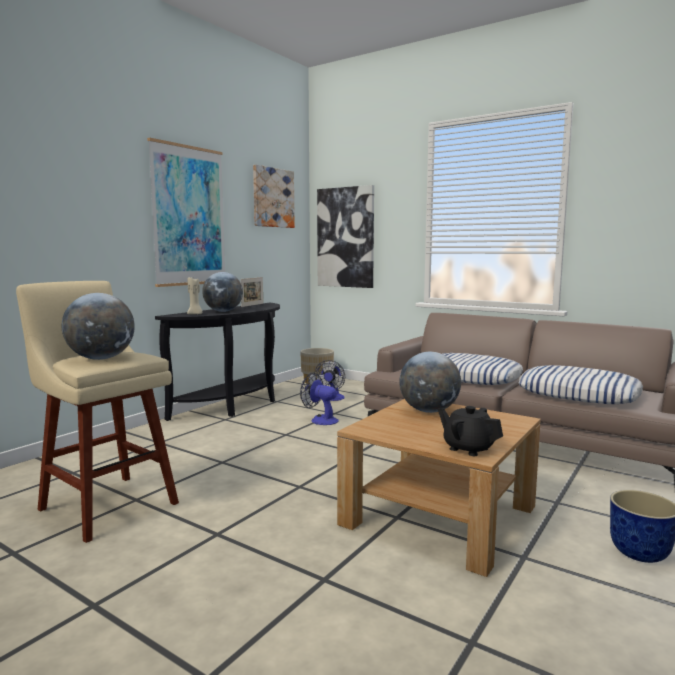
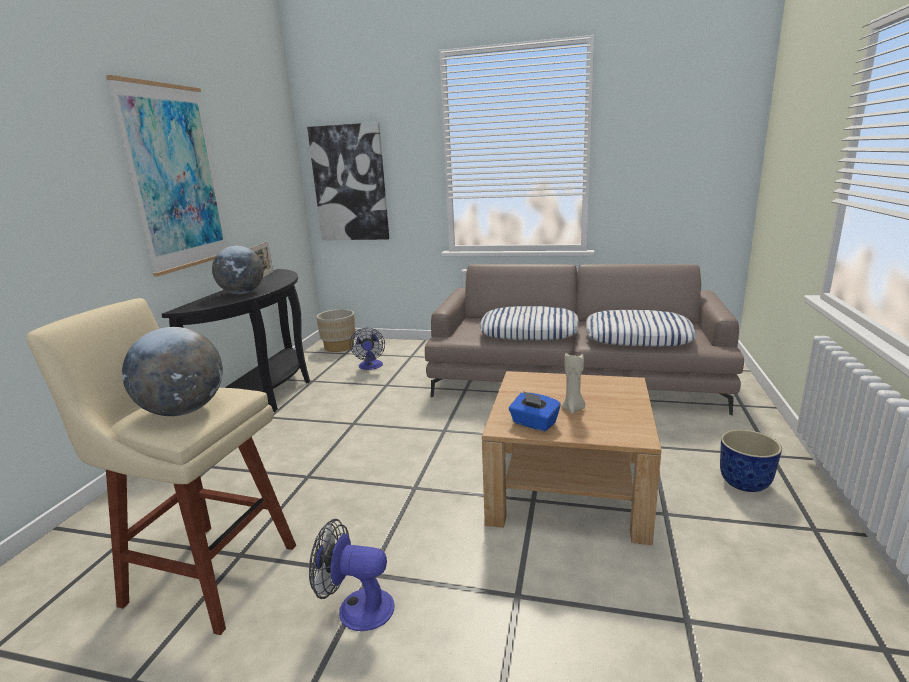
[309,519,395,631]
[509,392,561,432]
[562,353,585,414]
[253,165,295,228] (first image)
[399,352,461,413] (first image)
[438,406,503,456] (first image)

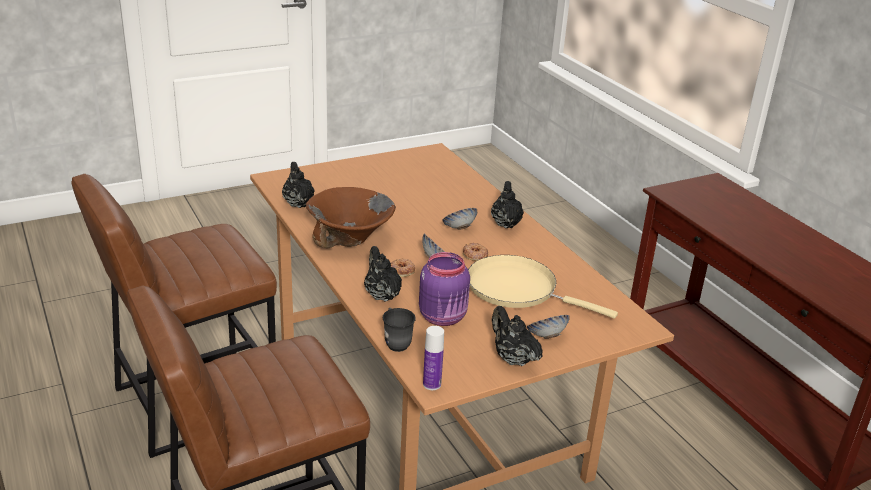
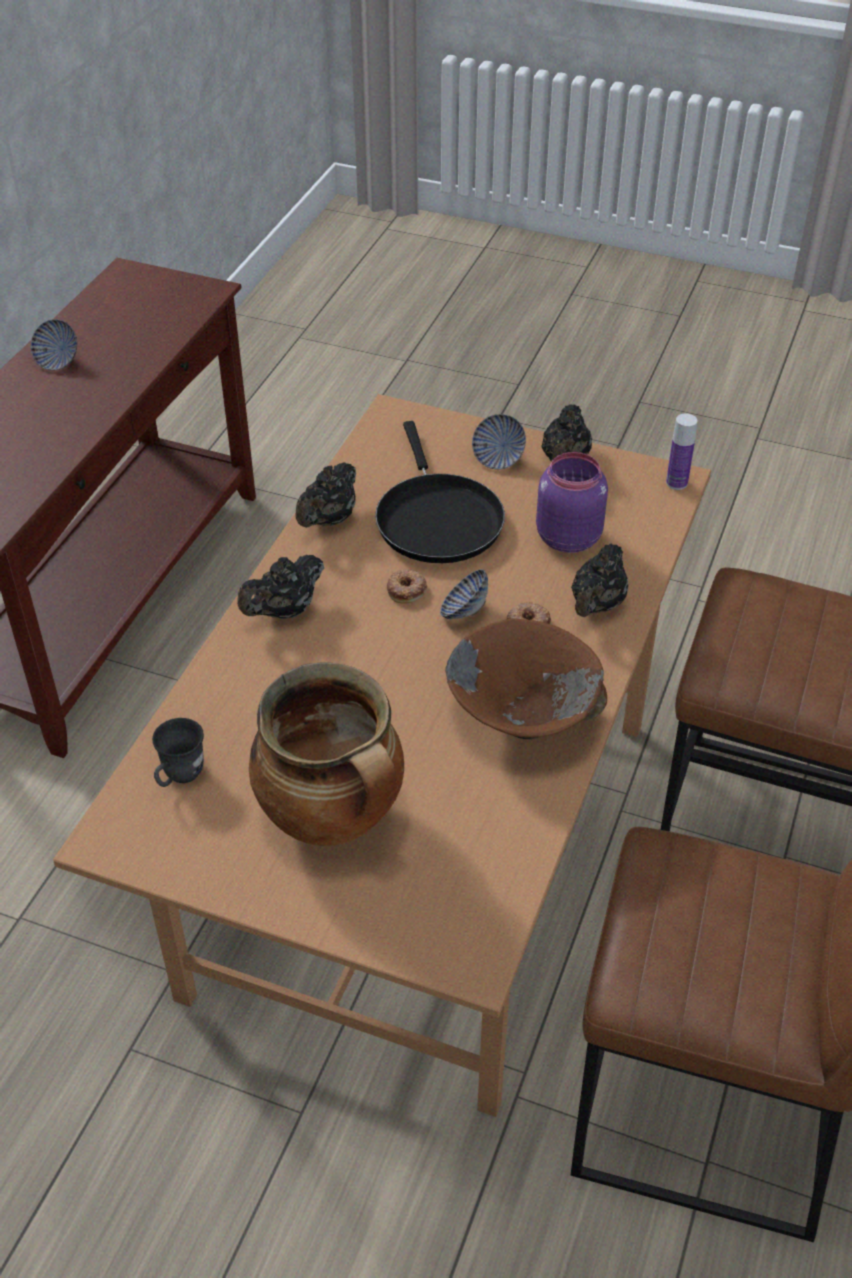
[31,319,77,371]
[152,718,204,787]
[249,663,404,846]
[296,463,356,528]
[375,421,505,563]

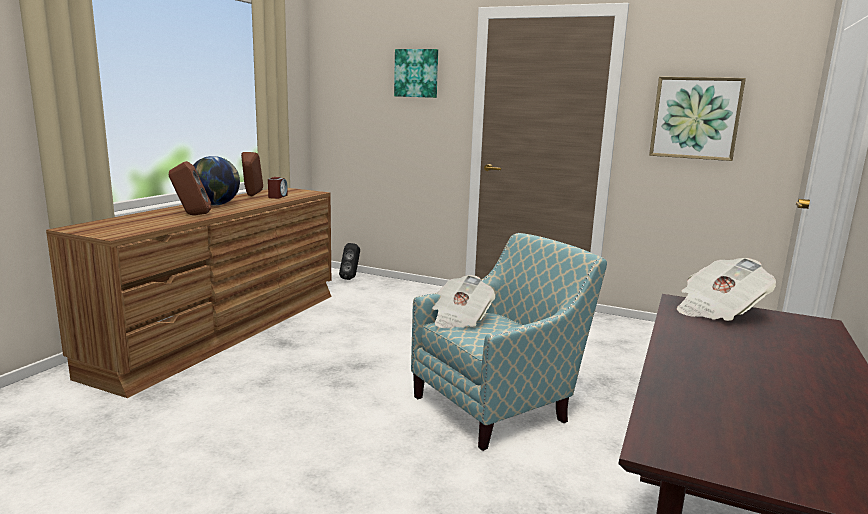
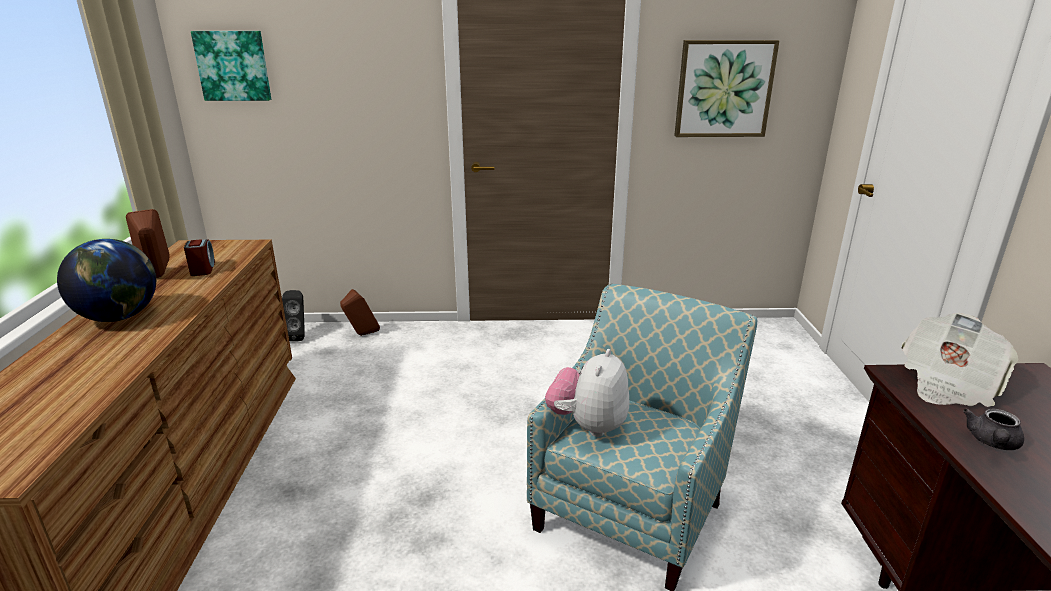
[191,31,271,101]
[340,289,380,336]
[545,349,629,437]
[963,409,1024,450]

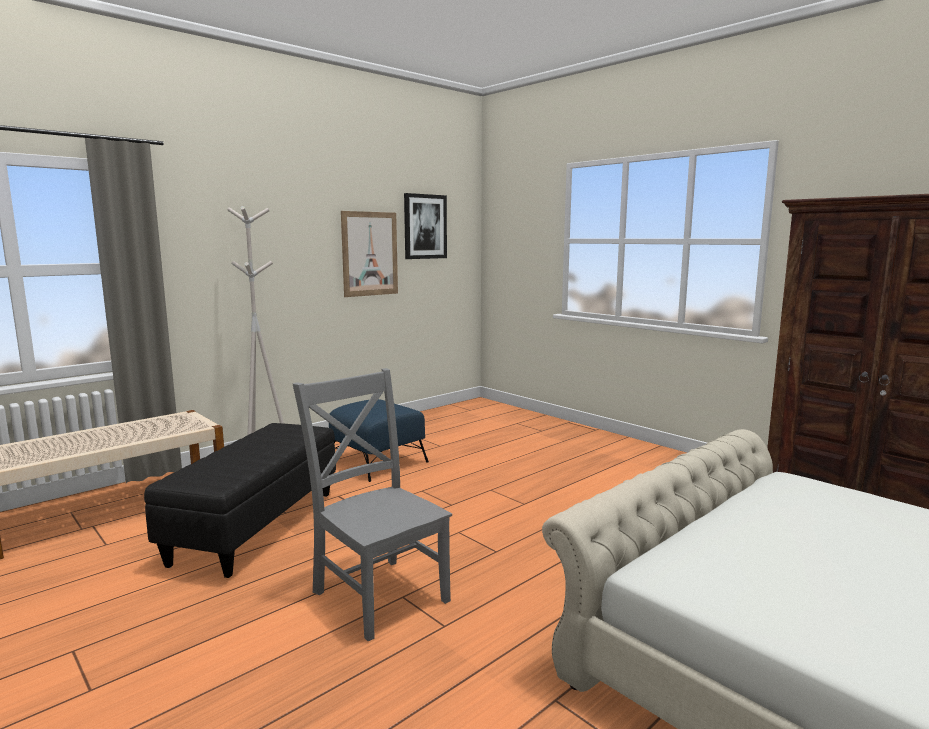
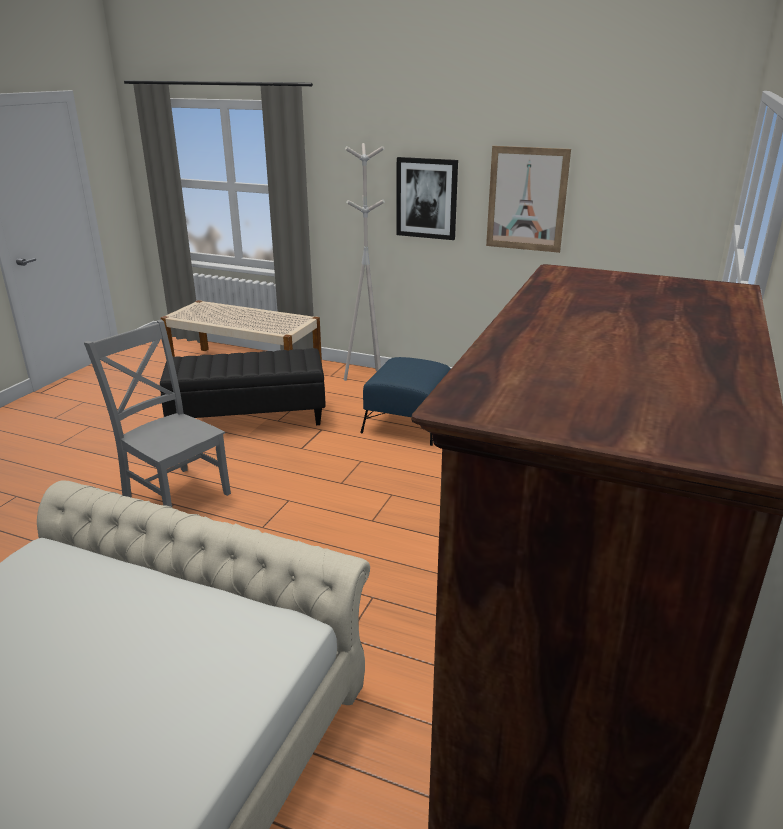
[84,319,231,507]
[396,157,458,240]

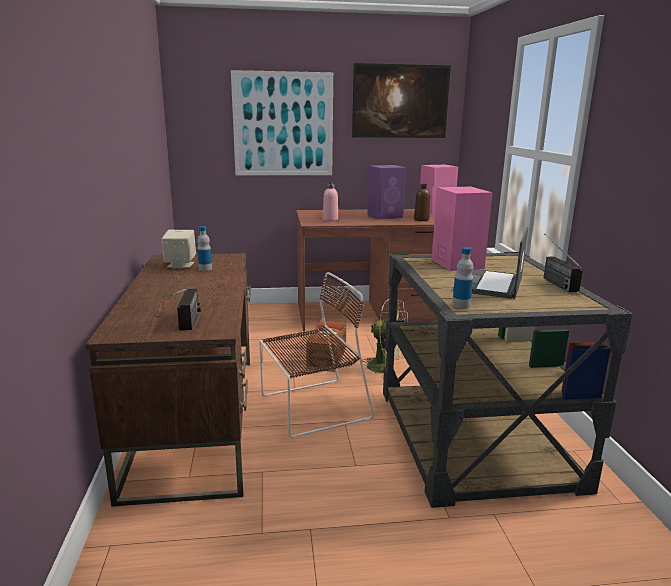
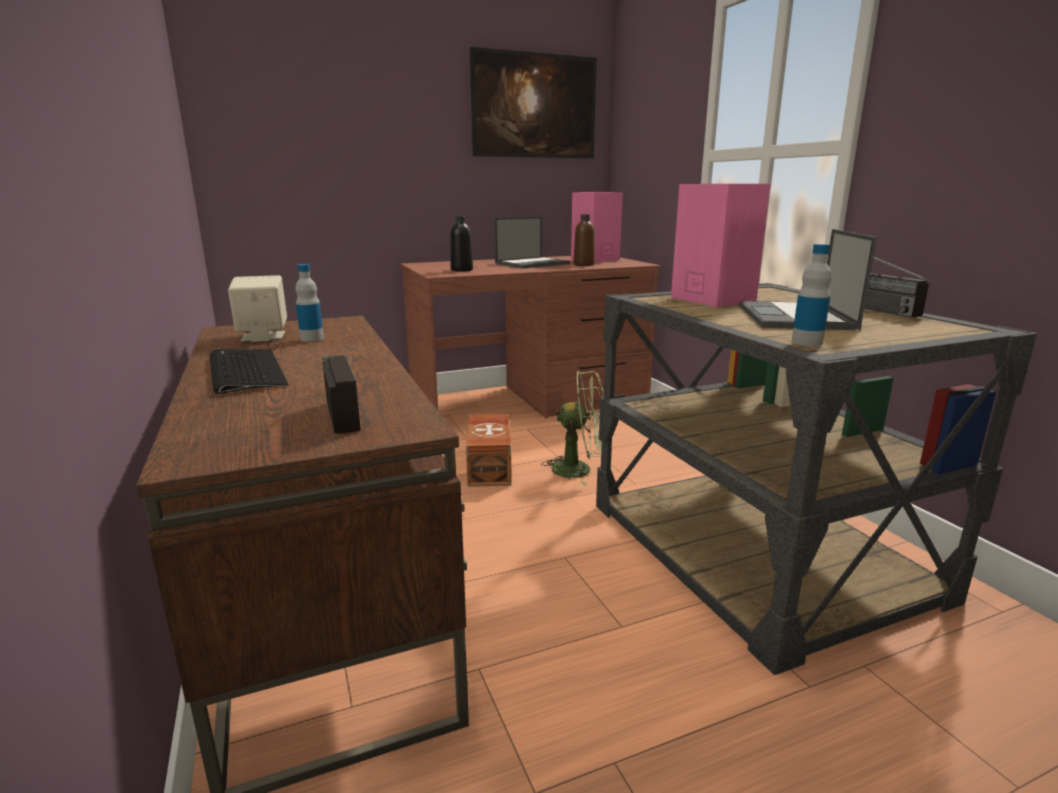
[210,349,288,394]
[450,216,473,271]
[494,216,570,269]
[231,70,333,175] (first image)
[259,272,373,438] (first image)

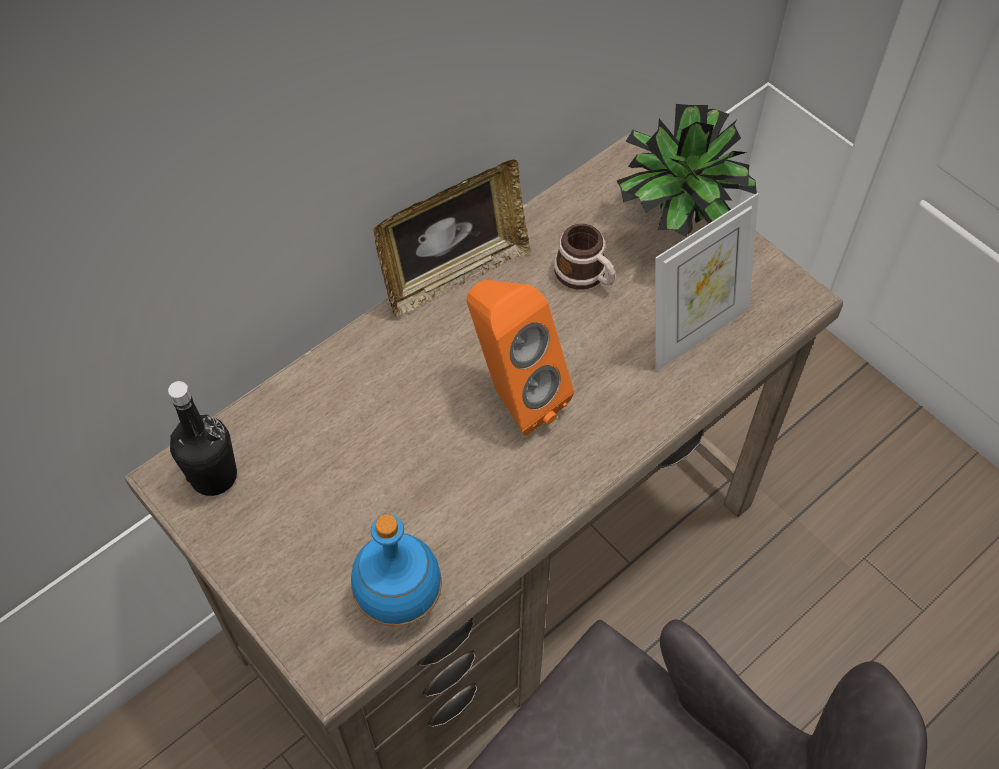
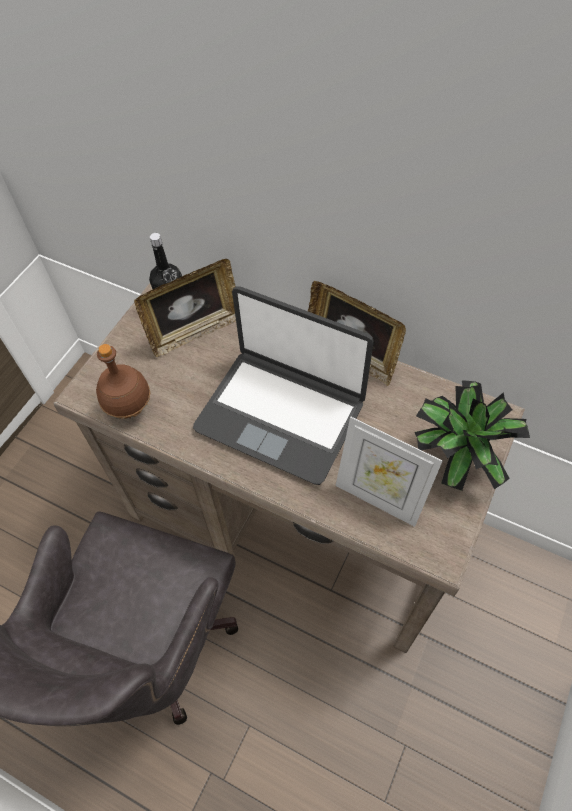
[96,344,151,419]
[134,259,236,357]
[193,286,373,485]
[554,224,615,290] (first image)

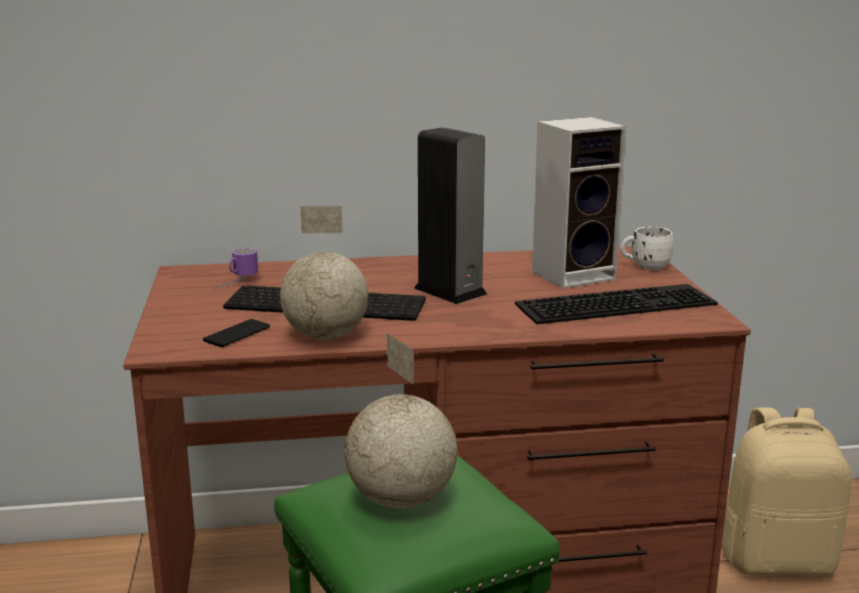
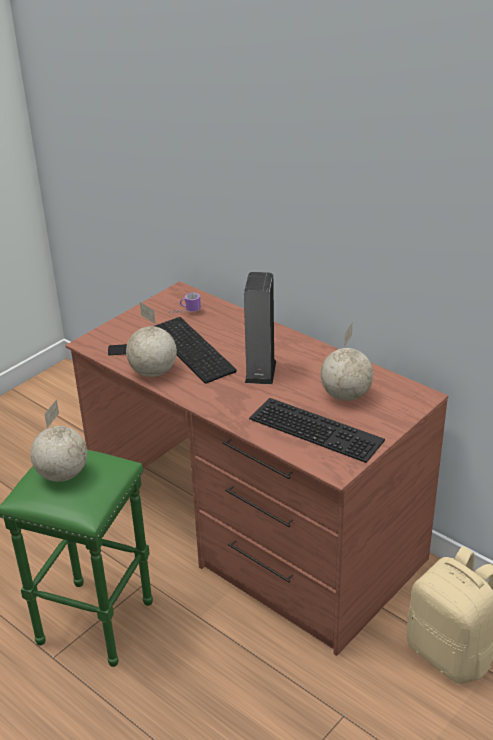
[320,322,373,401]
[620,227,674,270] (first image)

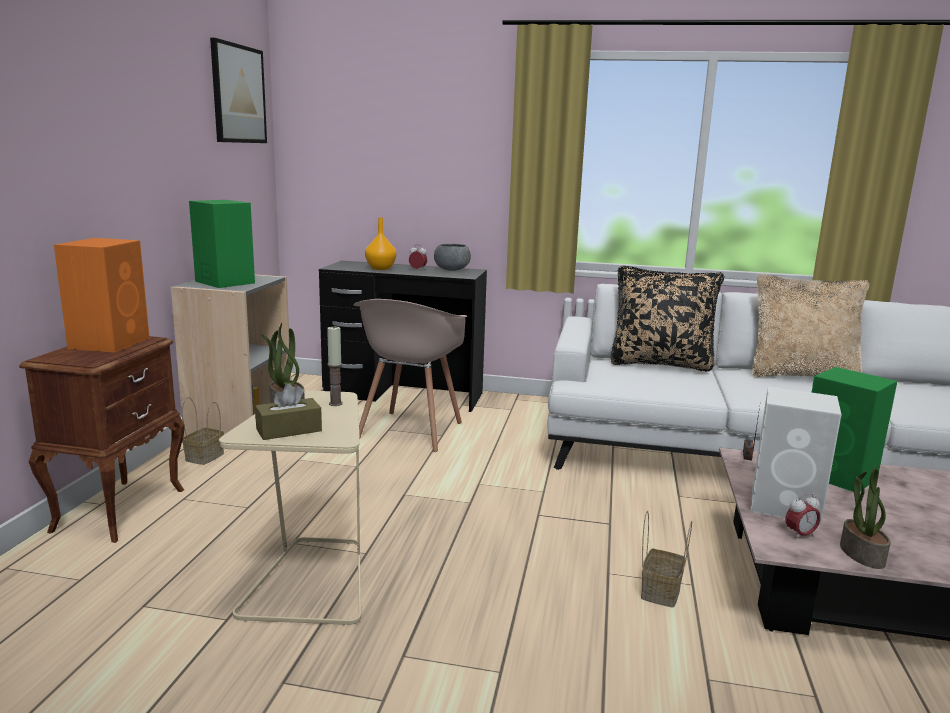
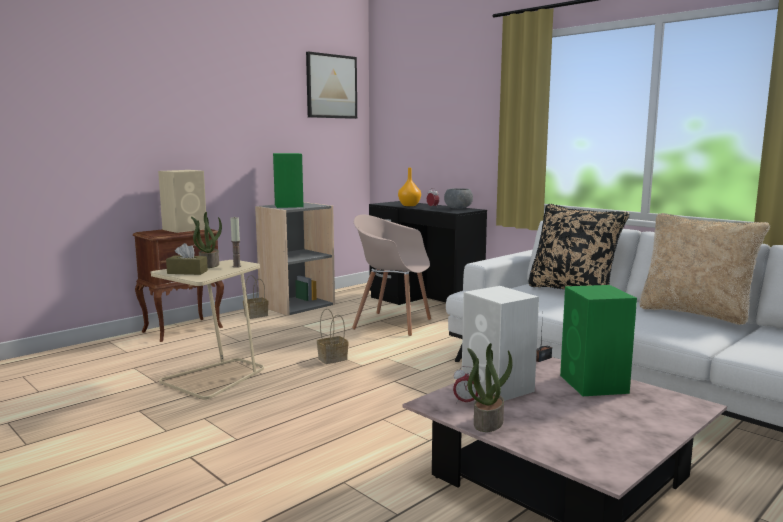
[158,170,206,233]
[317,309,349,364]
[352,215,431,336]

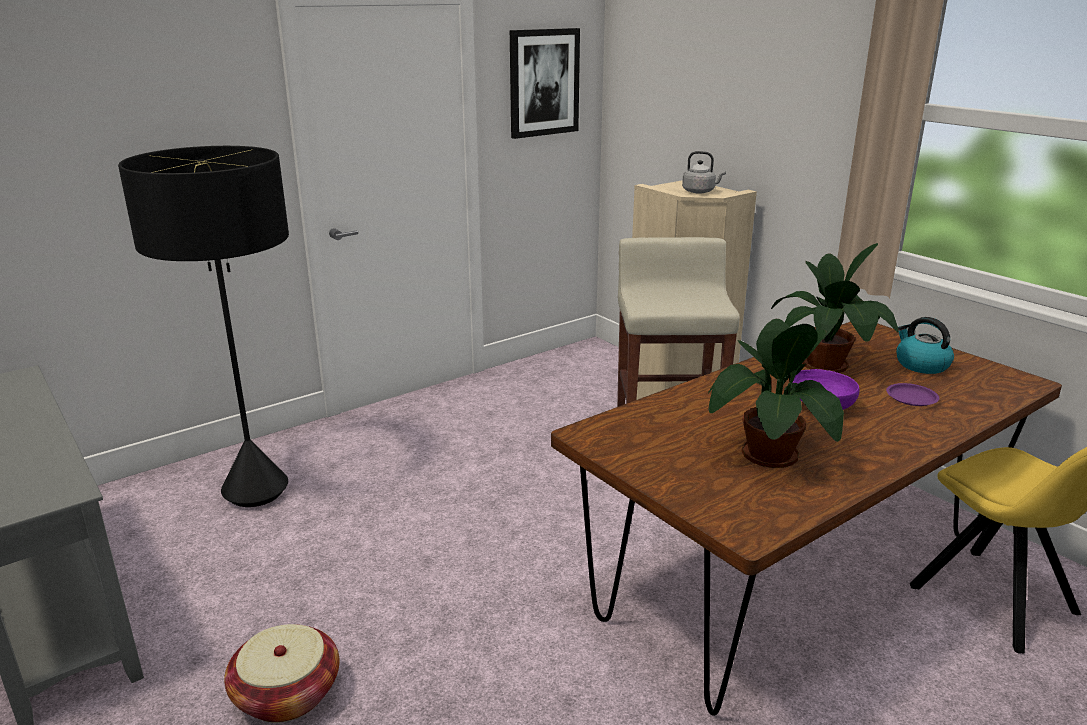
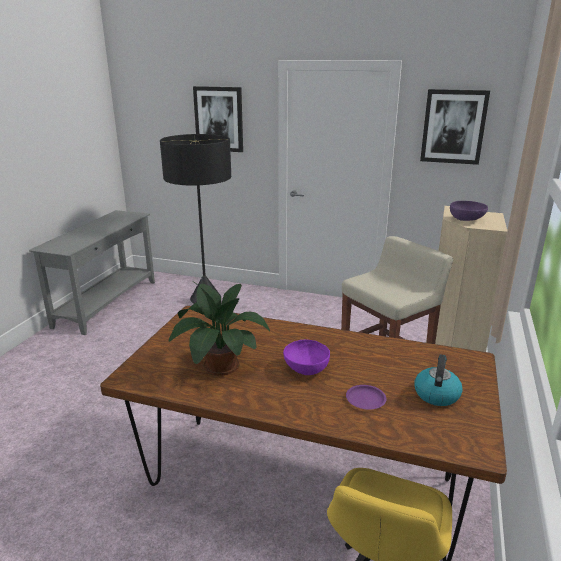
[193,86,243,152]
[450,201,488,221]
[224,624,340,723] (first image)
[771,243,899,373] (first image)

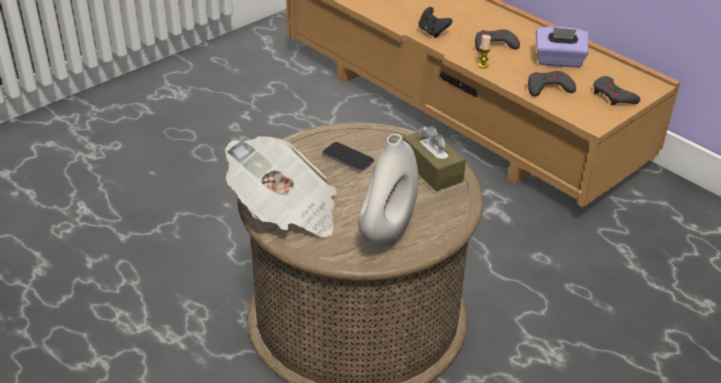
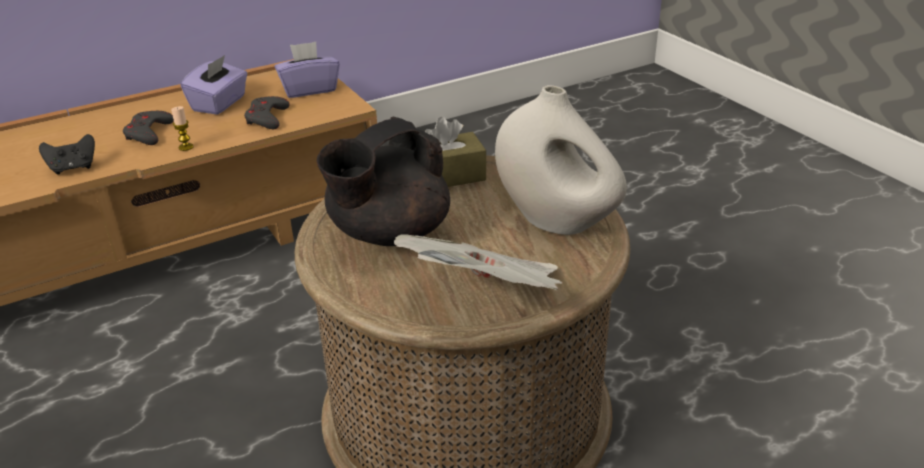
[275,42,340,98]
[317,117,450,246]

